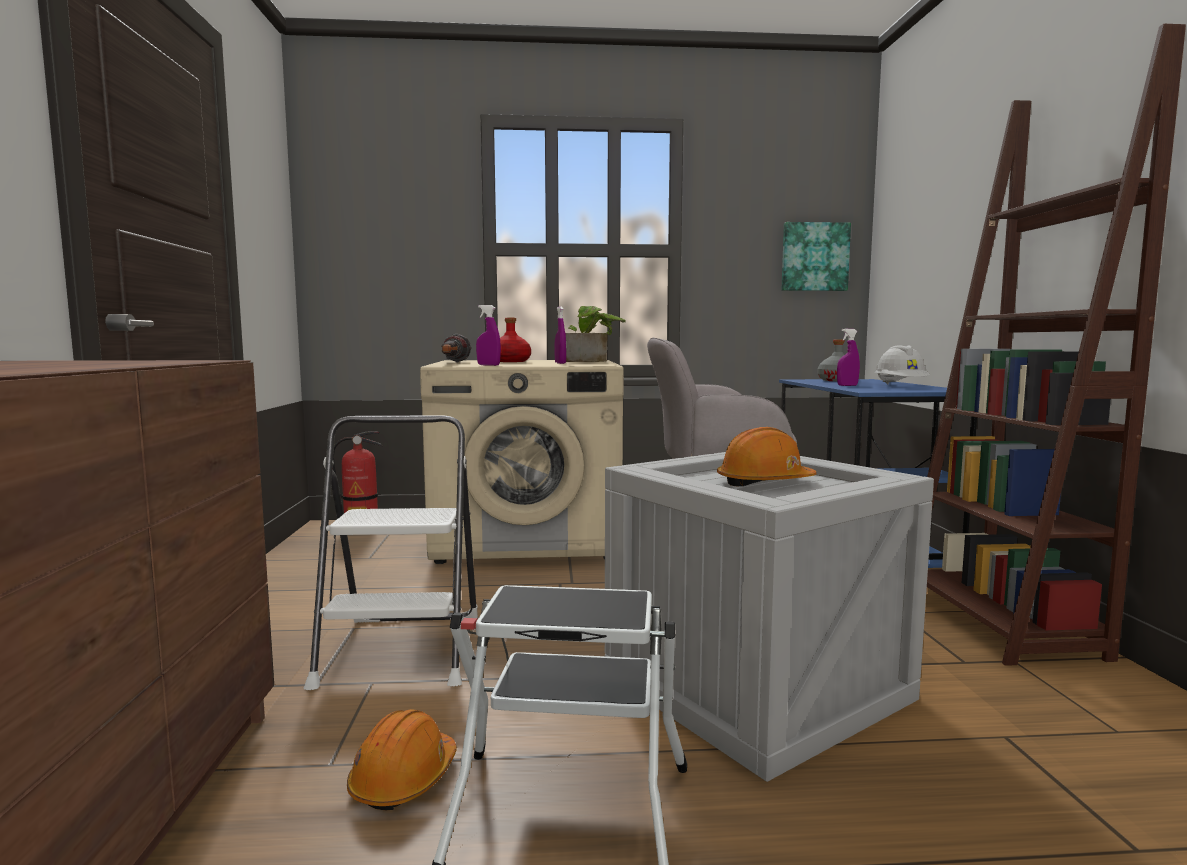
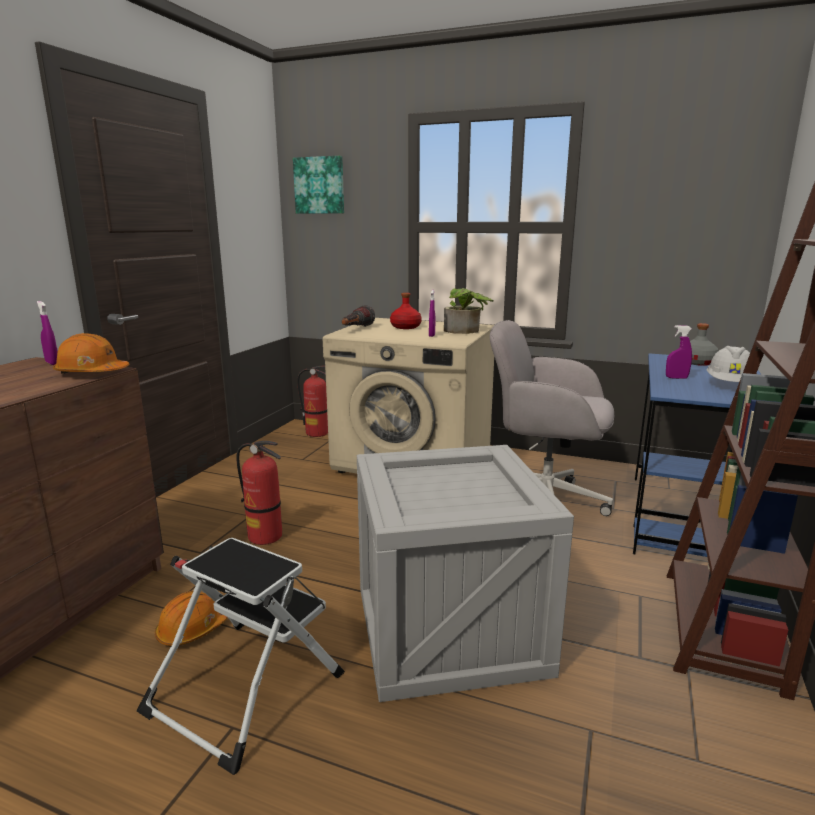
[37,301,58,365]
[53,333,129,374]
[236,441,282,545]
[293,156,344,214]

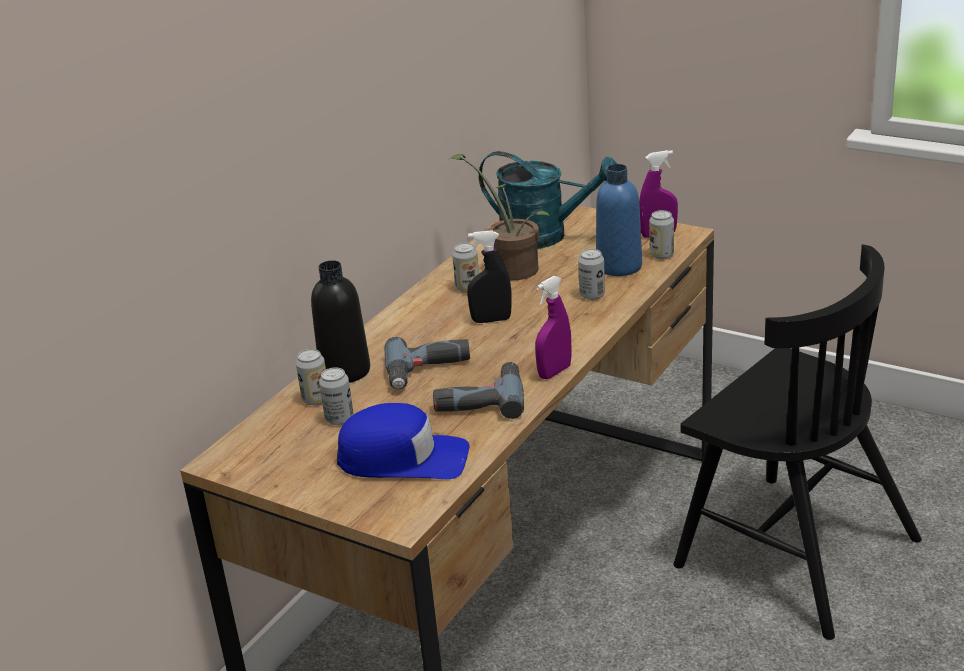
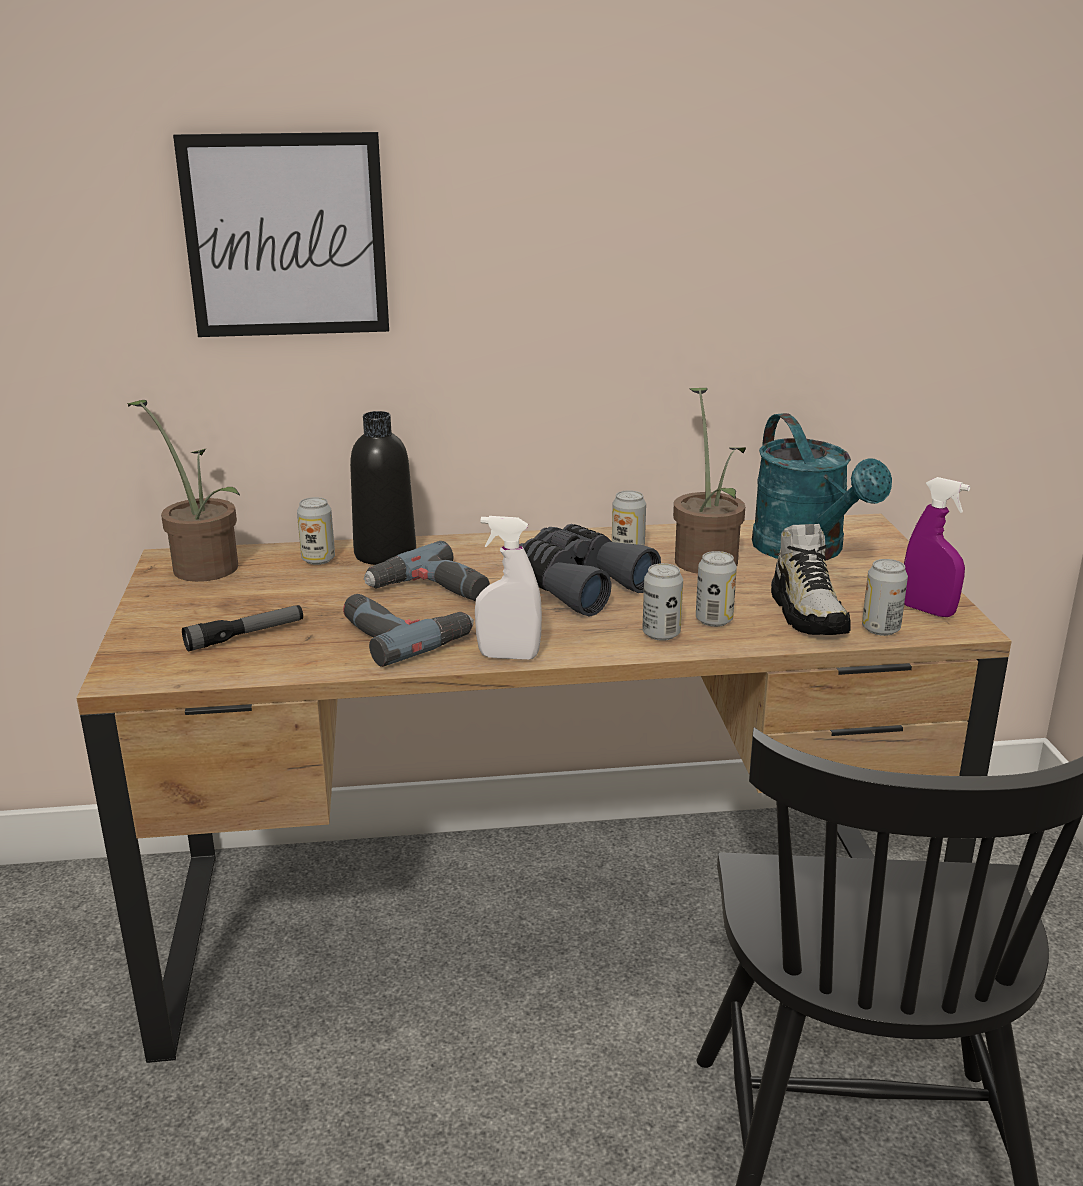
[127,400,240,582]
[173,132,389,337]
[182,605,303,651]
[475,516,542,660]
[519,524,661,617]
[643,563,683,641]
[771,524,850,635]

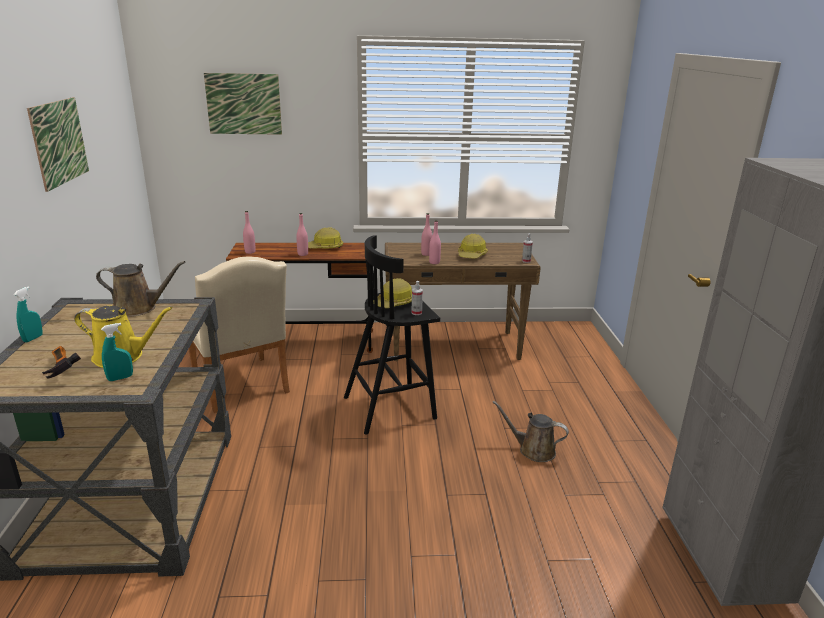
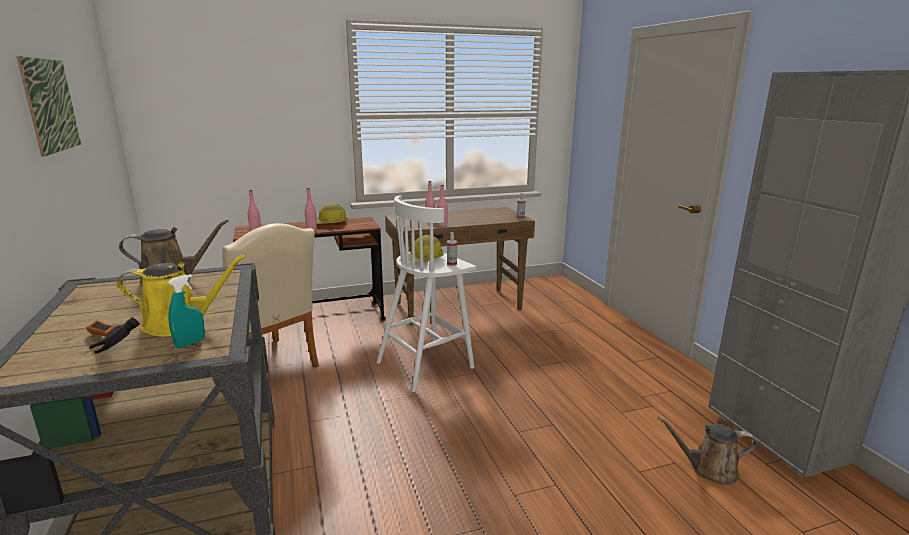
[376,195,476,392]
[658,417,757,485]
[14,286,43,342] (first image)
[204,73,282,135] (first image)
[458,234,488,259] (first image)

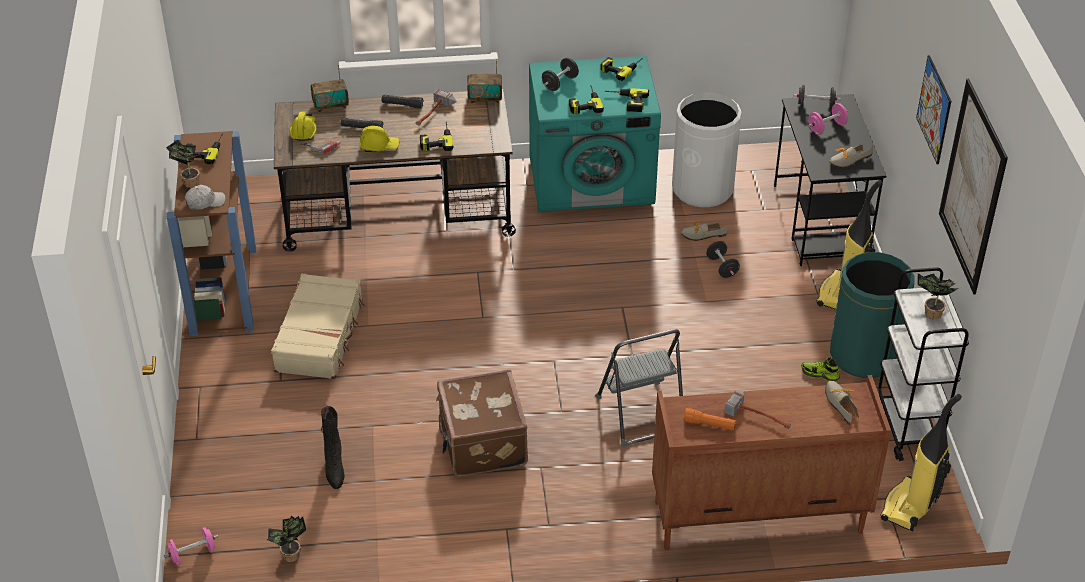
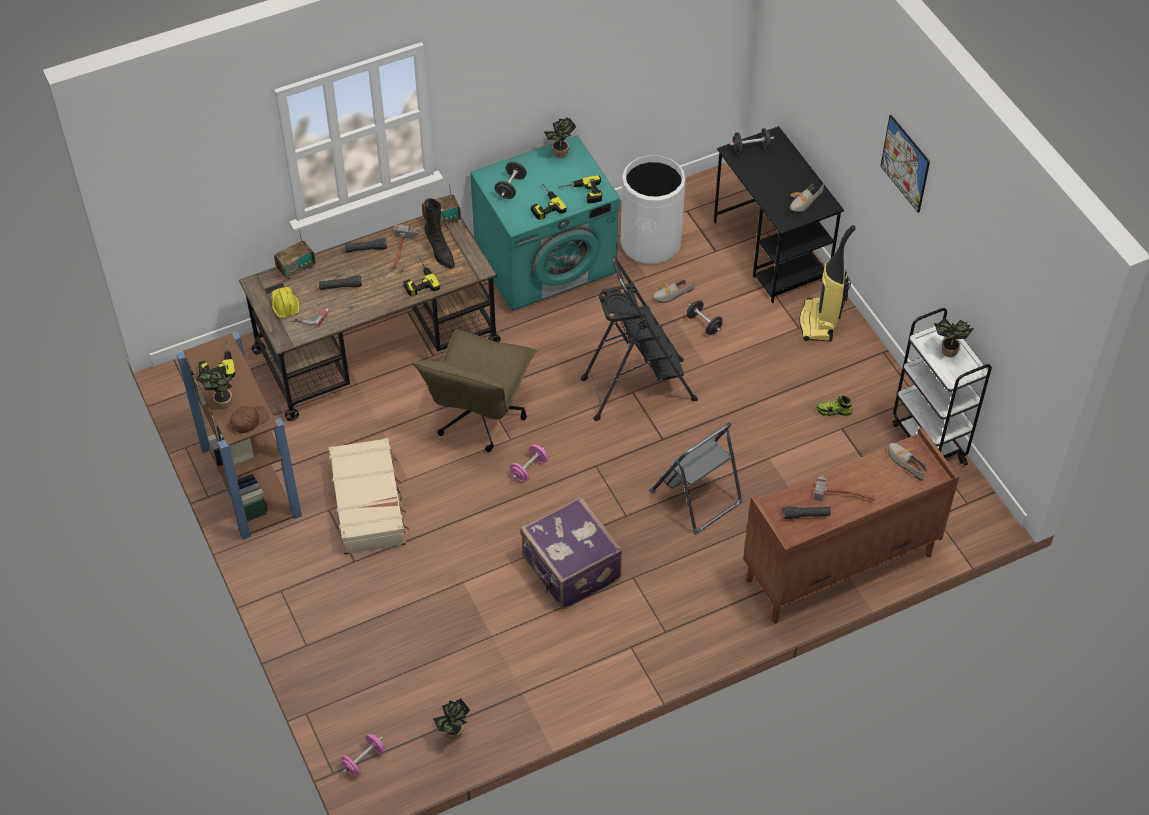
[230,406,269,433]
[412,330,537,452]
[424,198,455,269]
[510,444,548,482]
[520,496,622,609]
[544,118,576,158]
[581,256,698,421]
[783,507,831,519]
[360,126,400,152] (first image)
[830,252,915,378] (first image)
[880,394,962,531] (first image)
[939,79,1008,295] (first image)

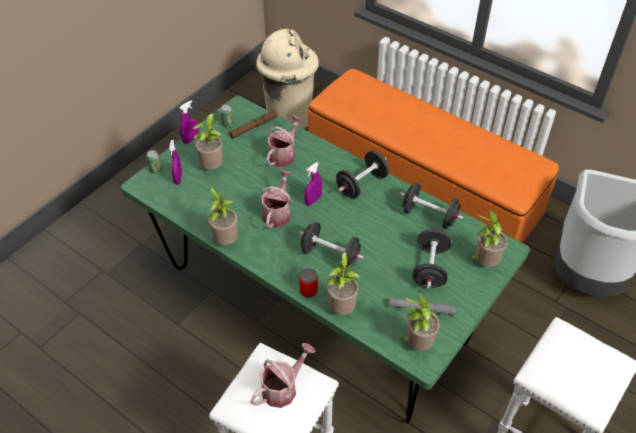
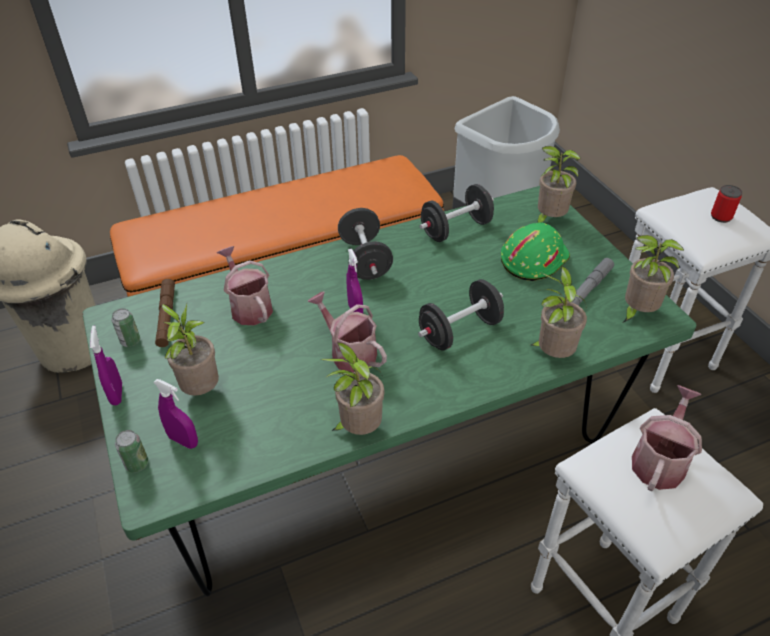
[501,222,570,281]
[632,385,702,491]
[711,185,742,223]

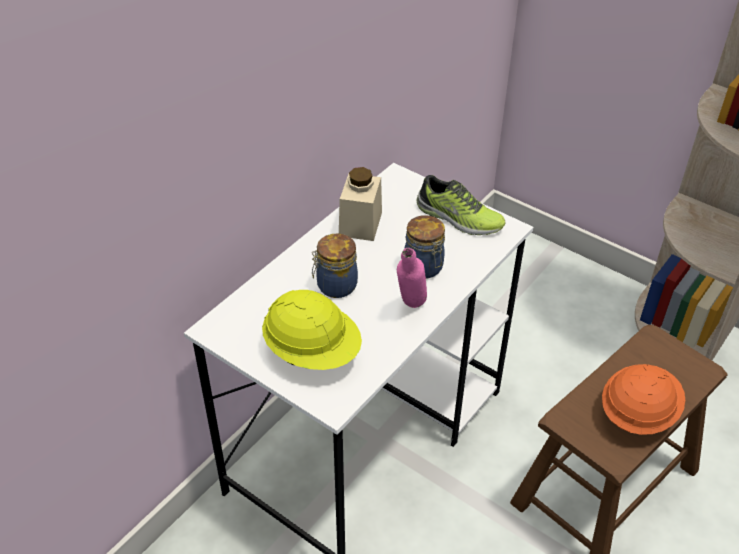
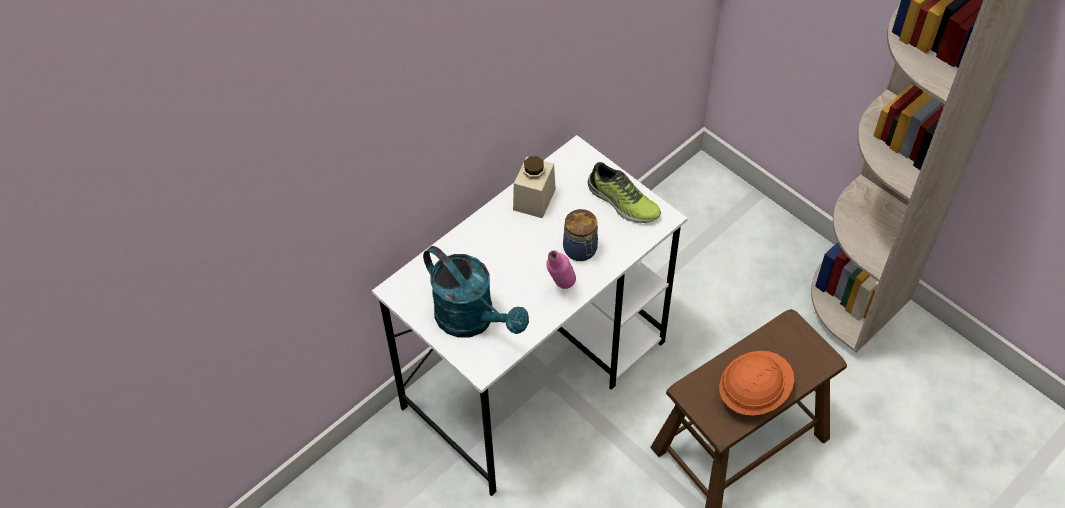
[423,246,529,338]
[312,233,358,298] (first image)

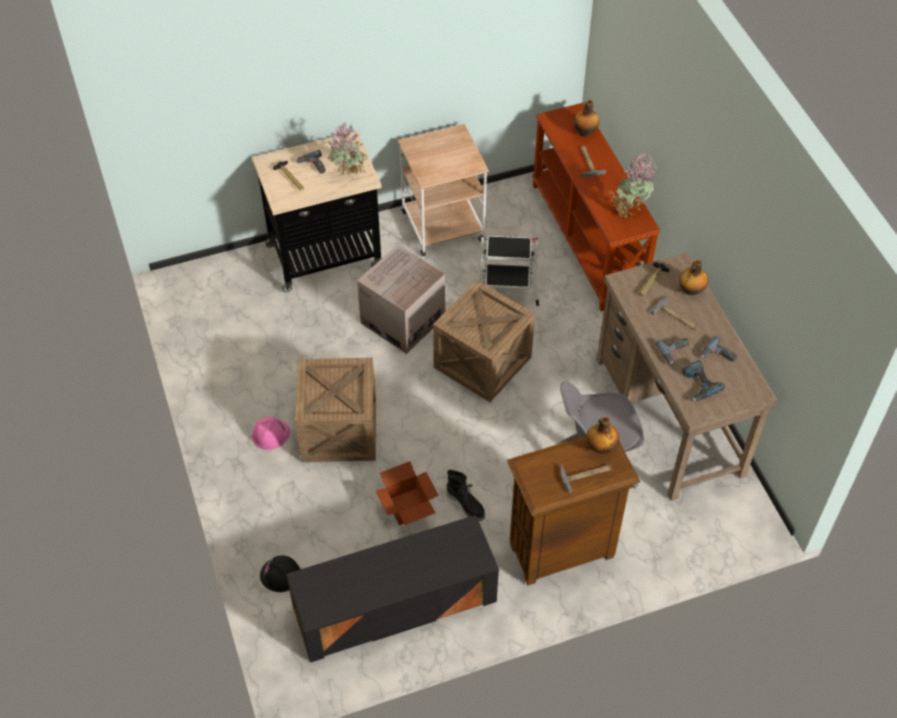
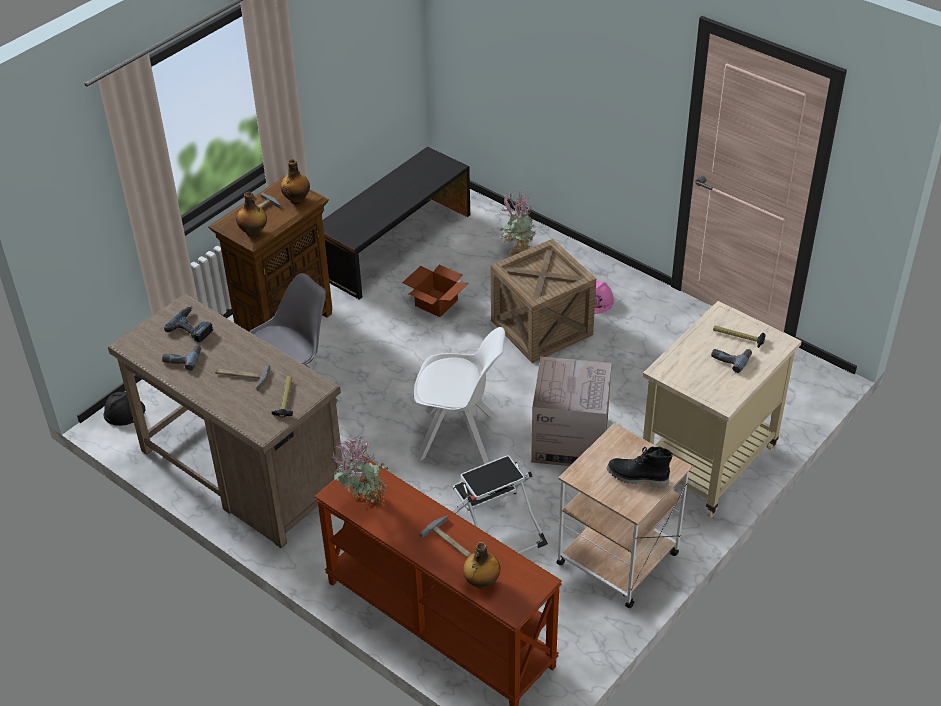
[104,392,145,426]
[281,159,310,204]
[414,327,505,464]
[499,190,536,257]
[607,446,673,488]
[643,301,802,518]
[656,338,689,365] (first image)

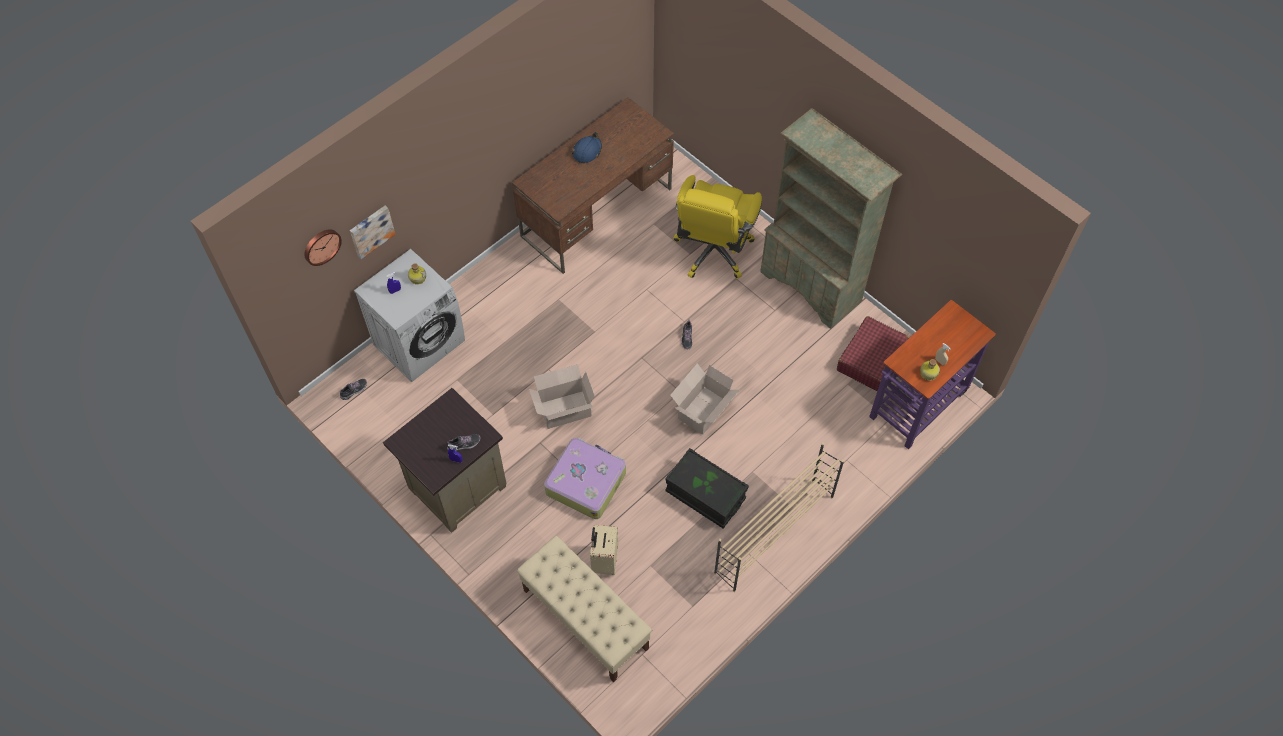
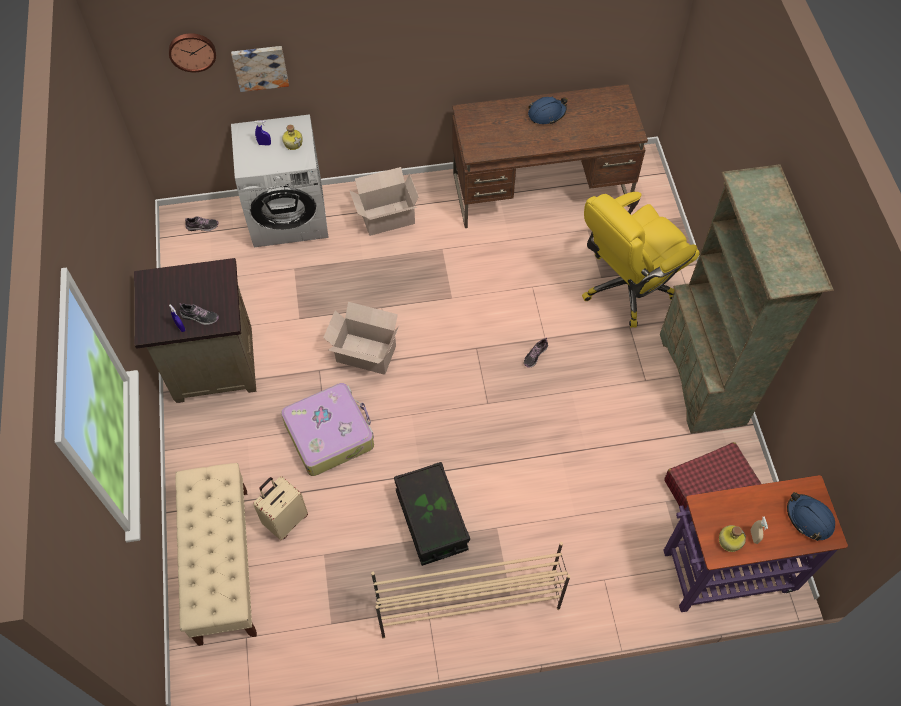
[349,167,419,236]
[787,492,835,541]

